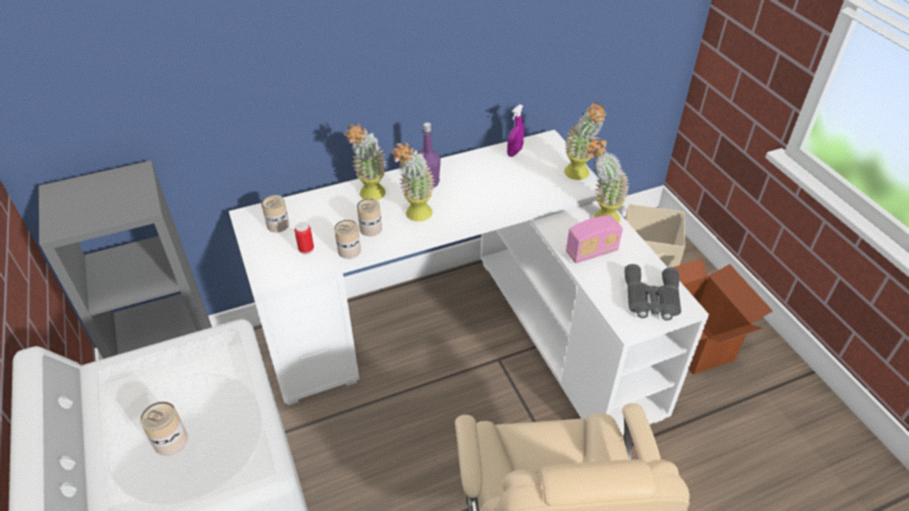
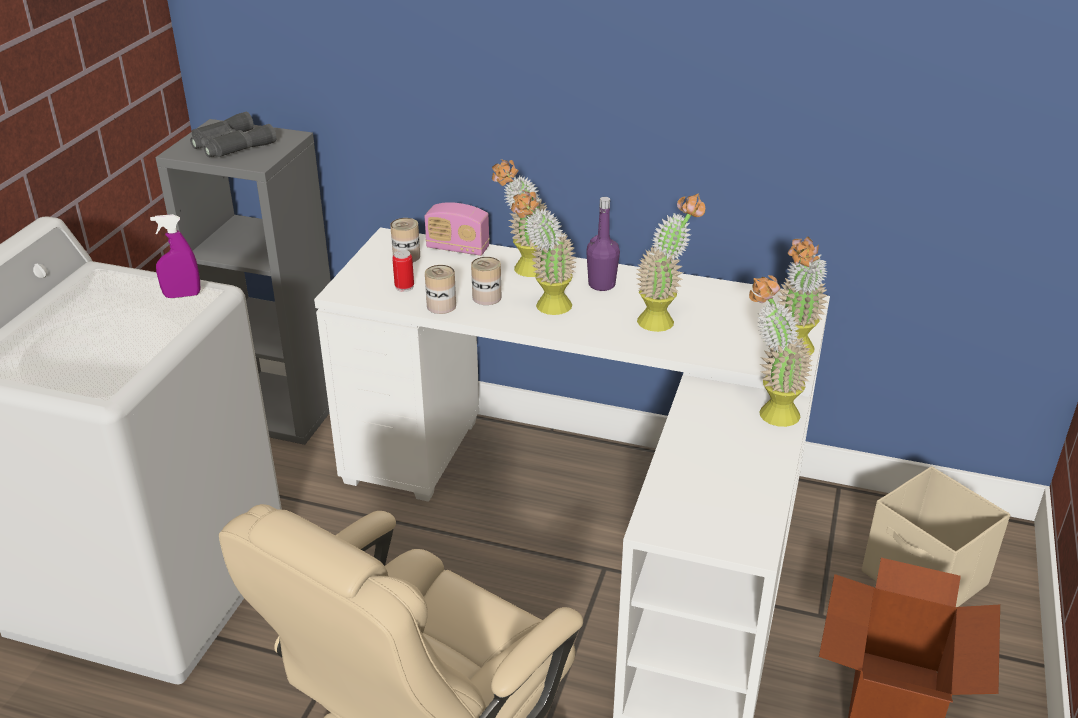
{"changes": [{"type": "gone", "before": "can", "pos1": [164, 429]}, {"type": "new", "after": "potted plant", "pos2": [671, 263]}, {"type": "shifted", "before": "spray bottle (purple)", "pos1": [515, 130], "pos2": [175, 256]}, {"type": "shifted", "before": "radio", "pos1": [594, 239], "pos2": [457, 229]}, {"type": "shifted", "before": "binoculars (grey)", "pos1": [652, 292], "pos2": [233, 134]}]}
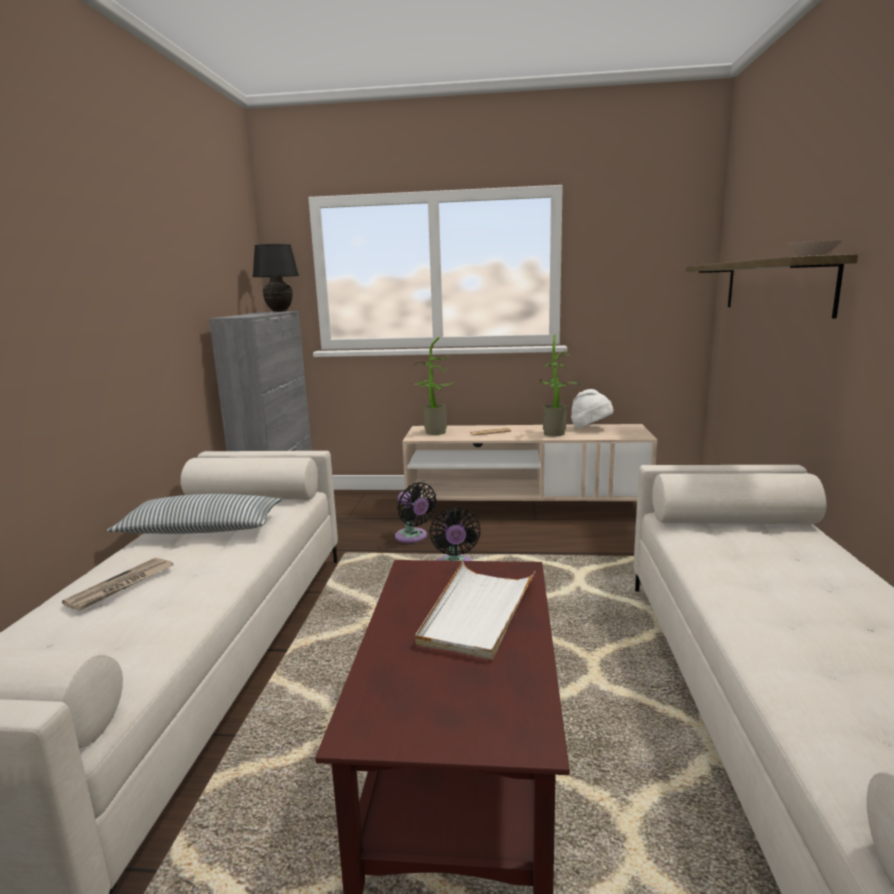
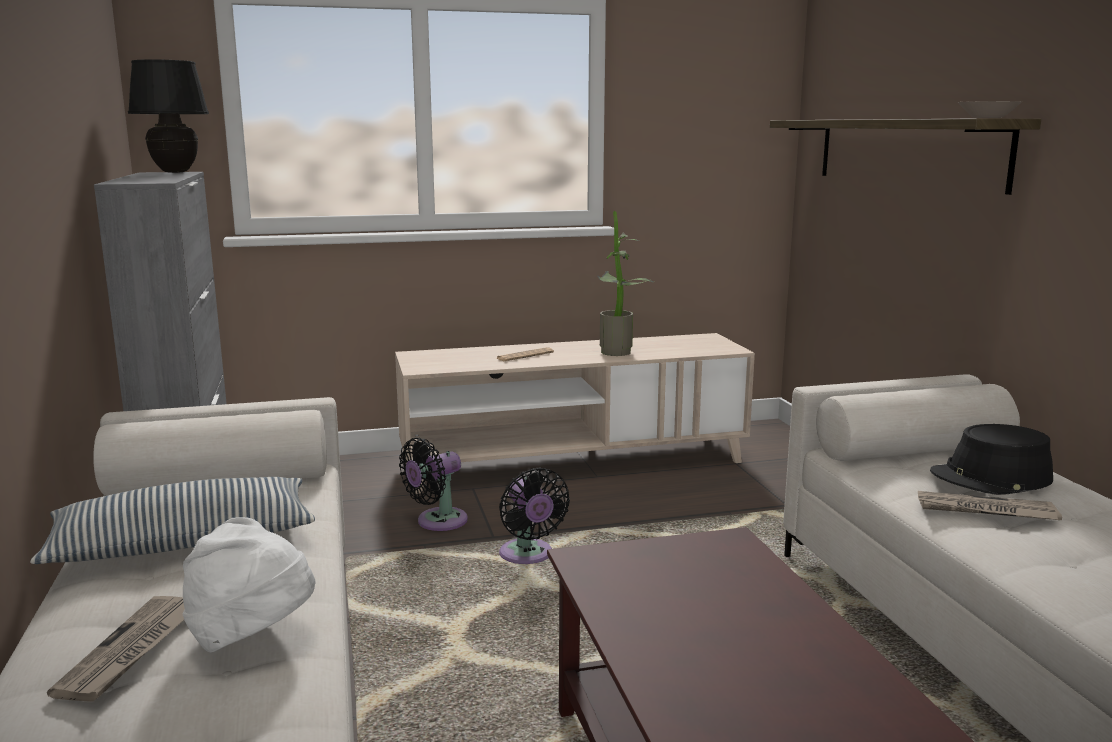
{"changes": [{"type": "gone", "before": "potted plant", "pos1": [432, 386]}, {"type": "gone", "before": "tray (white)", "pos1": [475, 610]}, {"type": "new", "after": "newspaper", "pos2": [990, 505]}, {"type": "new", "after": "hat (black)", "pos2": [991, 459]}, {"type": "shifted", "before": "hat (white)", "pos1": [592, 408], "pos2": [249, 584]}, {"type": "rotated", "before": "fan (black)", "pos1": [416, 512], "pos2": [433, 484], "turn": 105}]}
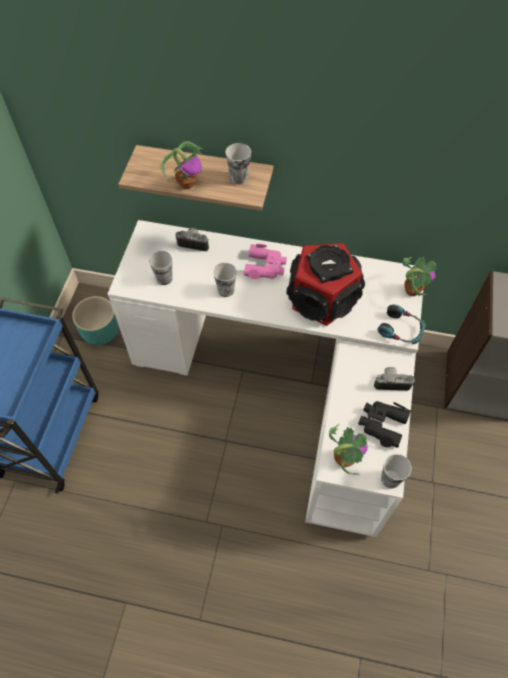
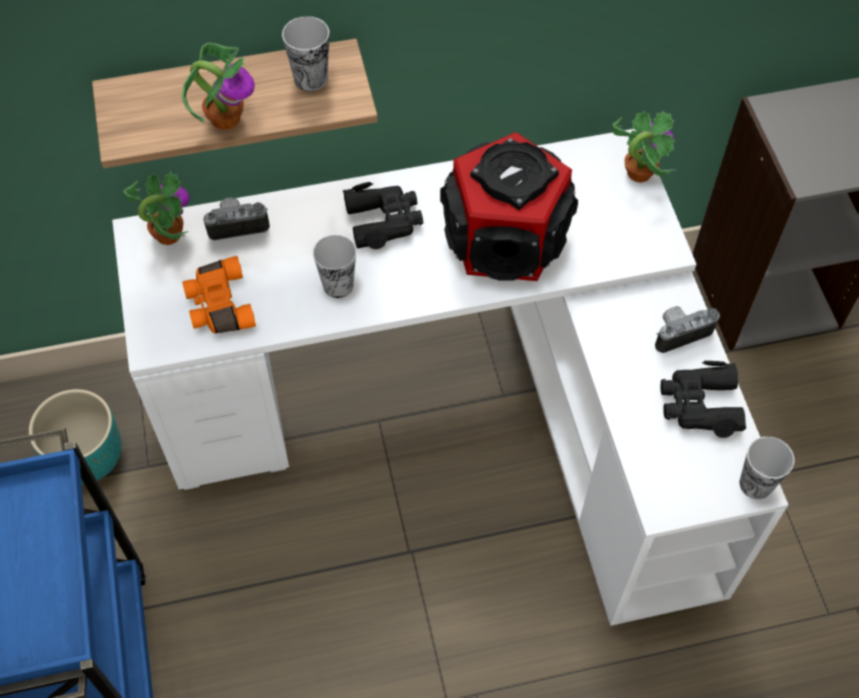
{"changes": [{"type": "gone", "before": "headphones", "pos1": [401, 324]}, {"type": "shifted", "before": "potted plant", "pos1": [348, 449], "pos2": [156, 208]}, {"type": "swapped", "before": "cup", "after": "binoculars (orange)", "pos1": [160, 268], "pos2": [219, 294]}, {"type": "repainted", "before": "binoculars (pink)", "after": "binoculars (black)", "pos1": [265, 262], "pos2": [383, 215]}]}
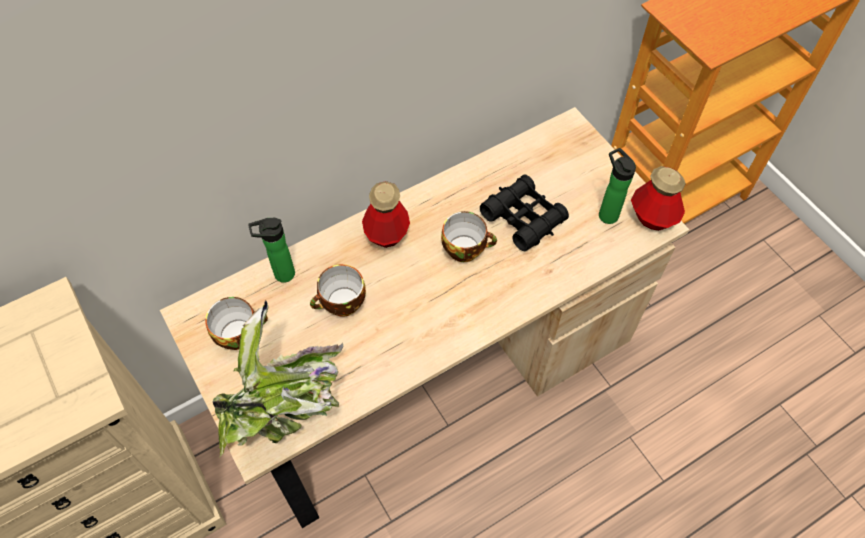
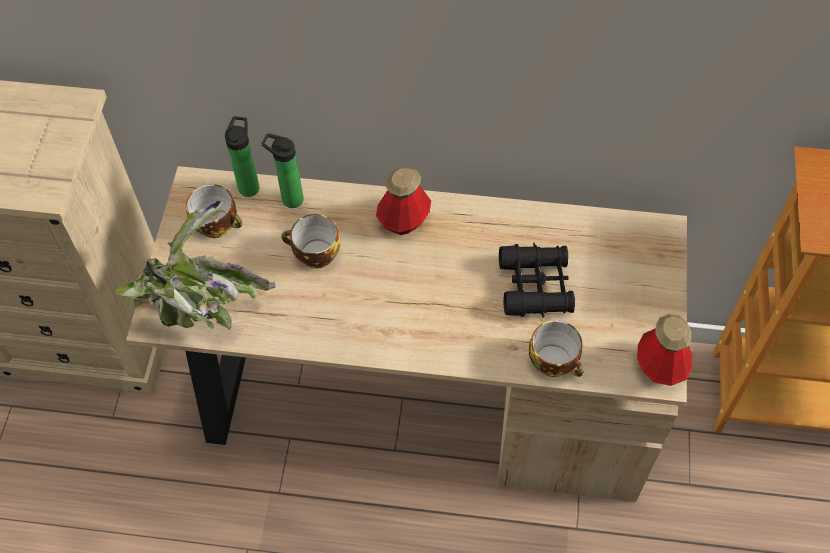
{"changes": [{"type": "shifted", "before": "cup", "pos1": [469, 236], "pos2": [556, 348]}, {"type": "shifted", "before": "bottle", "pos1": [617, 186], "pos2": [242, 156]}]}
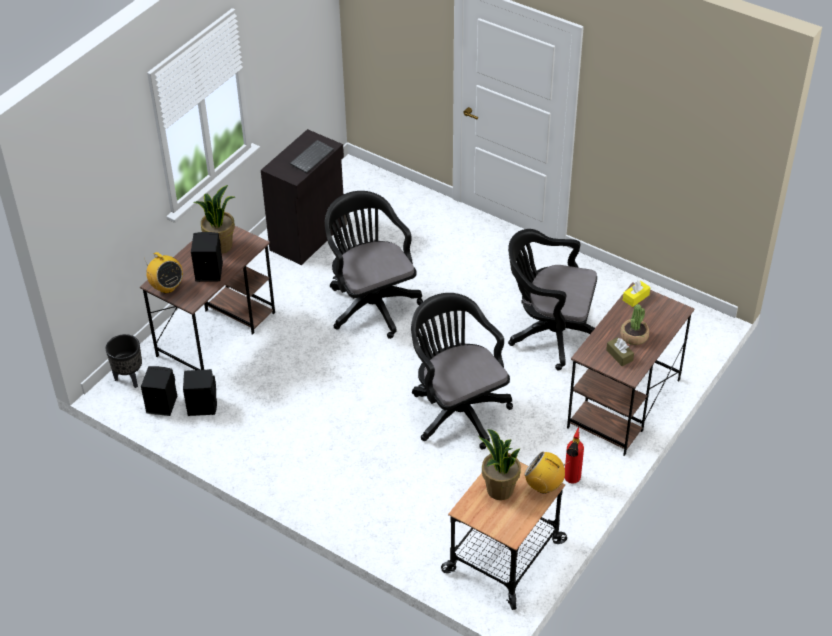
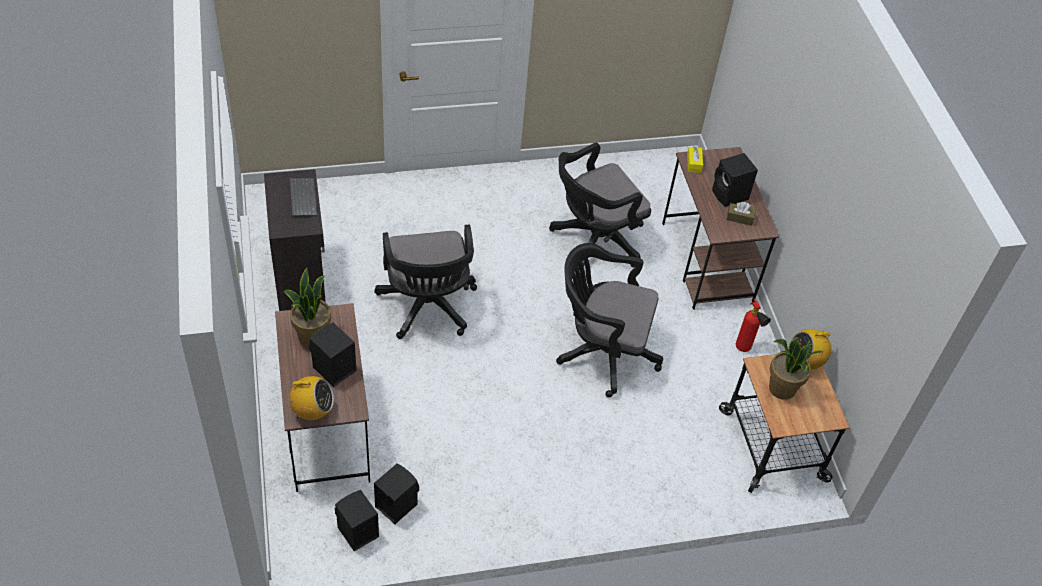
{"changes": [{"type": "gone", "before": "planter (black)", "pos1": [124, 361]}, {"type": "swapped", "before": "potted plant", "after": "speaker (black)", "pos1": [634, 324], "pos2": [735, 180]}, {"type": "rotated", "before": "office chair (black)", "pos1": [374, 265], "pos2": [425, 281], "turn": -120}]}
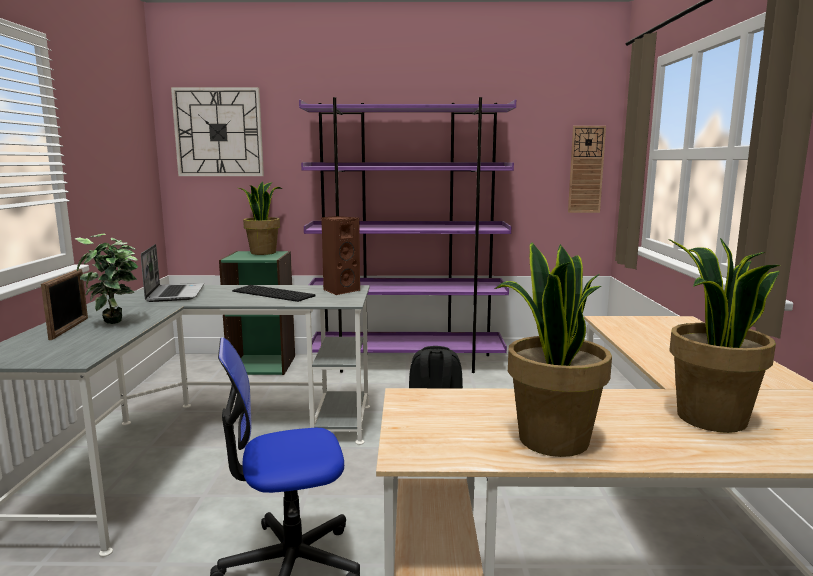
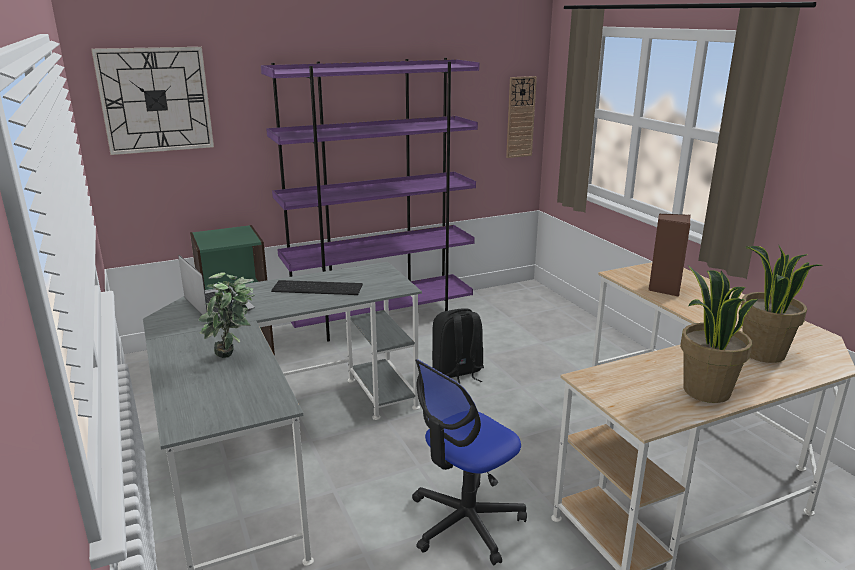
{"changes": [{"type": "gone", "before": "picture frame", "pos1": [64, 304]}, {"type": "gone", "before": "potted plant", "pos1": [261, 218]}, {"type": "shifted", "before": "speaker (brown)", "pos1": [340, 255], "pos2": [669, 255]}]}
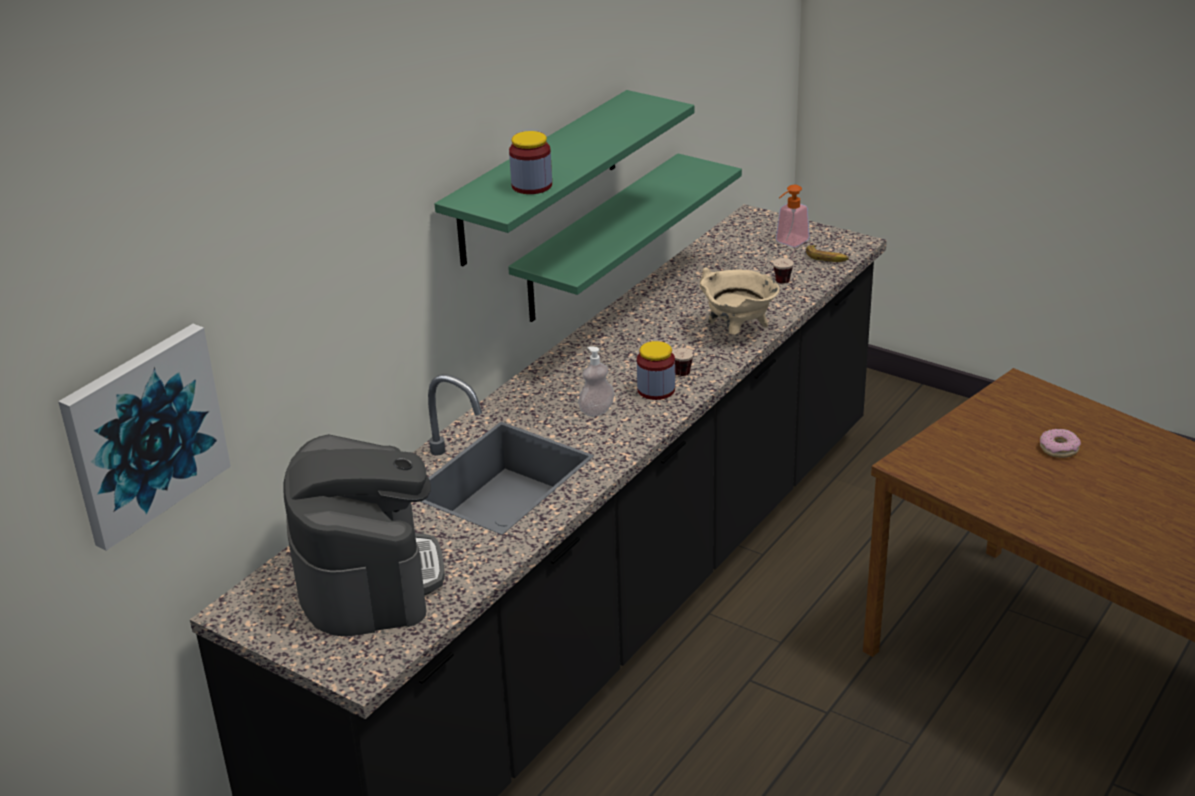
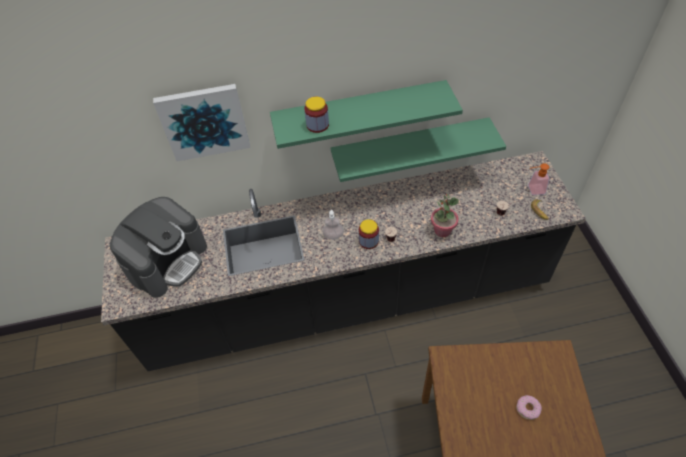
{"changes": [{"type": "shifted", "before": "picture", "pos1": [144, 437], "pos2": [202, 122]}, {"type": "swapped", "before": "cooking pot (beige)", "after": "potted plant", "pos1": [740, 301], "pos2": [445, 215]}]}
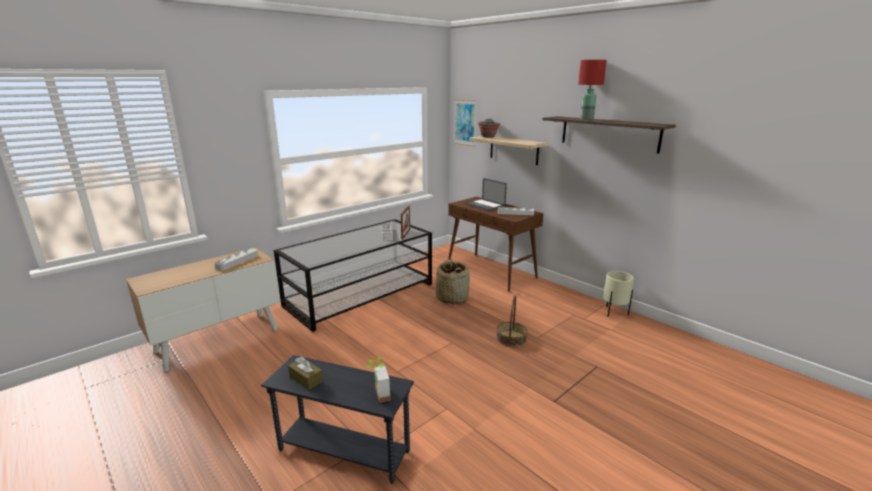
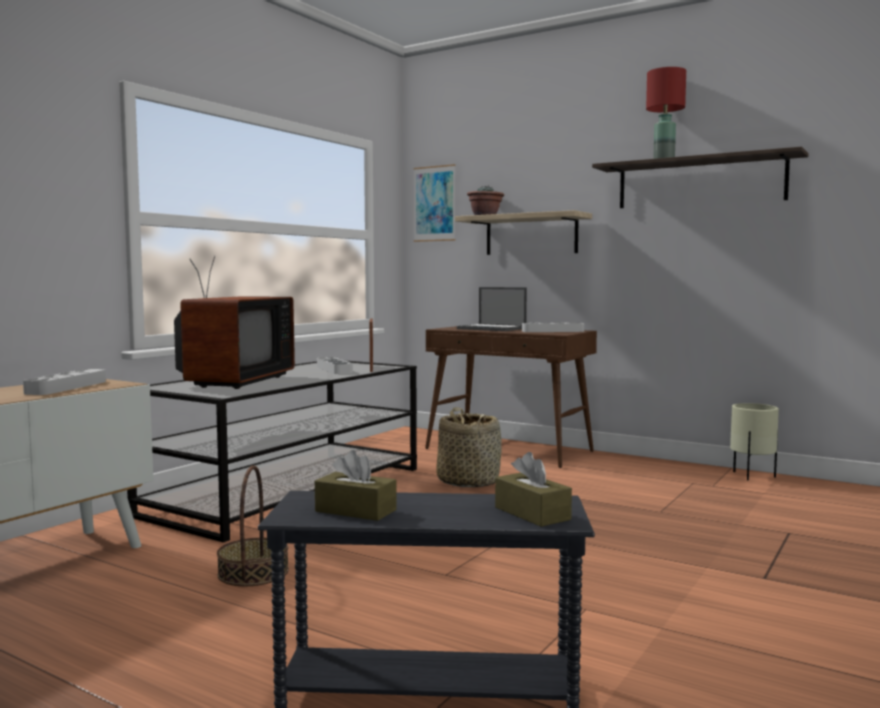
{"changes": [{"type": "new", "after": "television", "pos2": [234, 322]}, {"type": "shifted", "before": "basket", "pos1": [511, 321], "pos2": [253, 525]}, {"type": "swapped", "before": "potted plant", "after": "tissue box (brown)", "pos1": [378, 380], "pos2": [533, 489]}]}
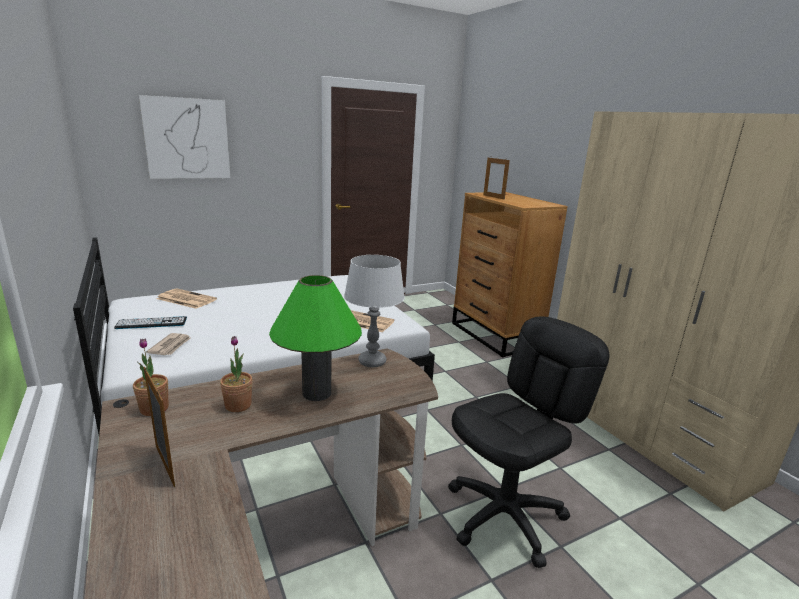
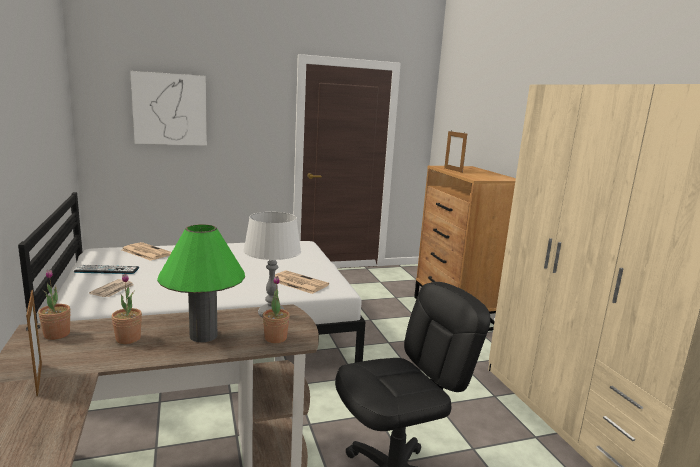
{"changes": [{"type": "new", "after": "potted plant", "pos2": [276, 309]}]}
